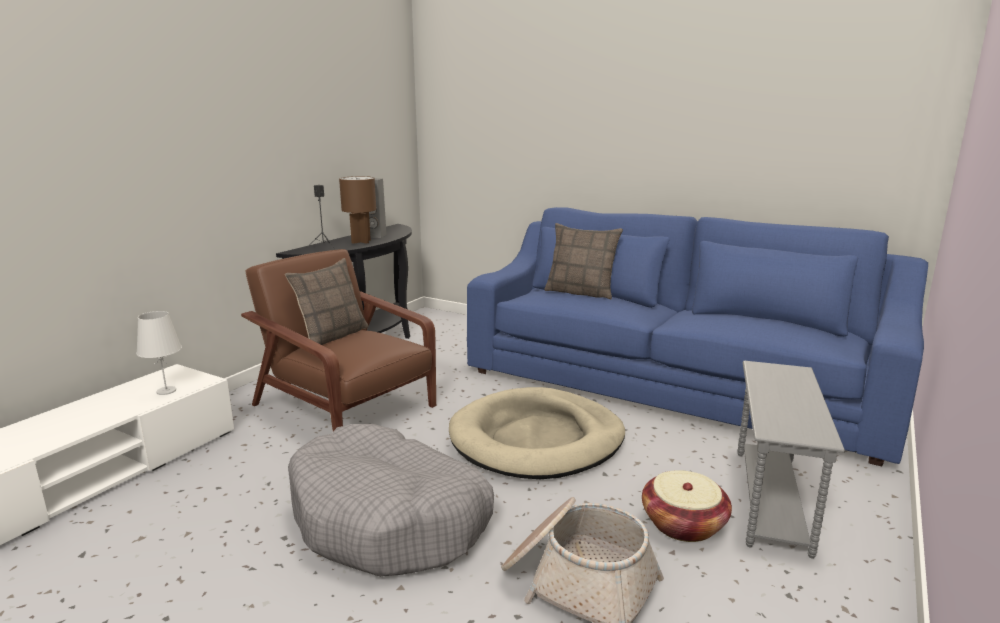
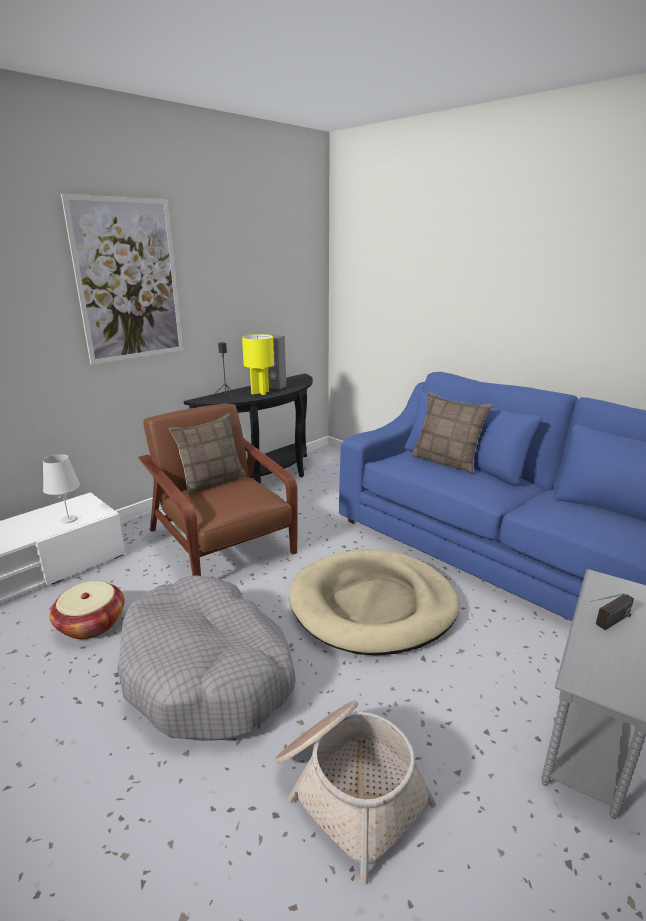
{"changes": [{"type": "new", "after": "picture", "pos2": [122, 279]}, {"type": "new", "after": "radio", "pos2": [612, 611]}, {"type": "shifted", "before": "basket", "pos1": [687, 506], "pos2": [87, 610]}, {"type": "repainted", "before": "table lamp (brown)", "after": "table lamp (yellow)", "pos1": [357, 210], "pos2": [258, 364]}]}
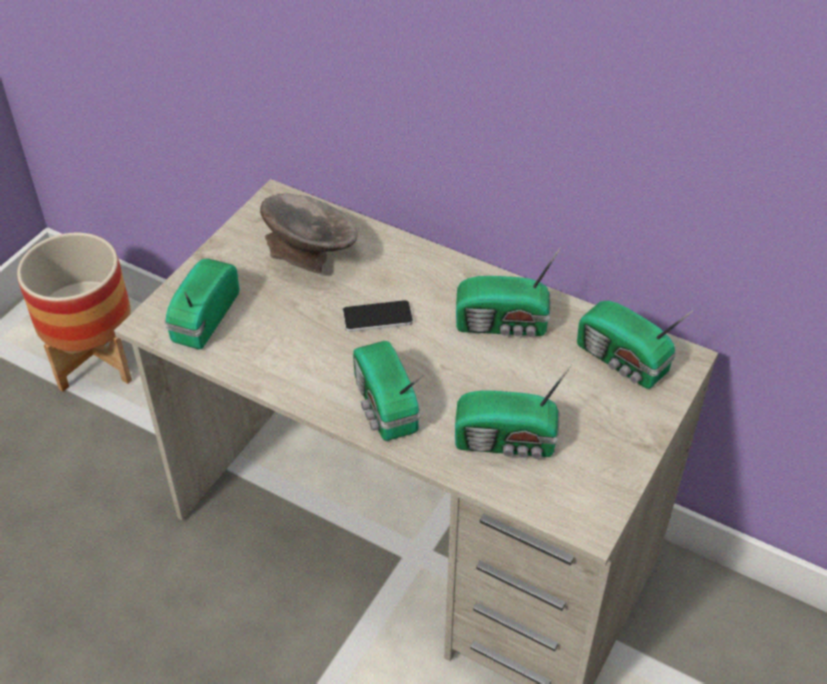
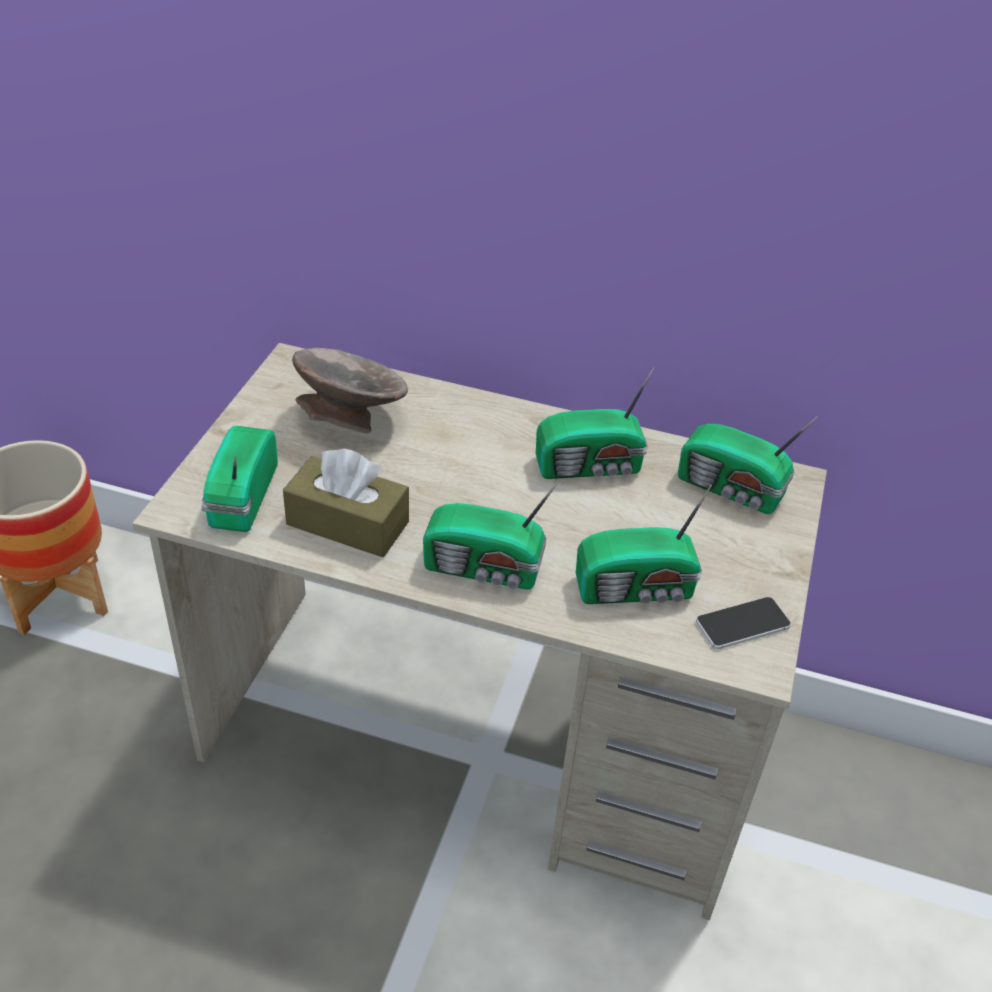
{"changes": [{"type": "new", "after": "tissue box (brown)", "pos2": [346, 502]}, {"type": "shifted", "before": "phone", "pos1": [377, 316], "pos2": [743, 623]}, {"type": "rotated", "before": "radio", "pos1": [388, 391], "pos2": [491, 534], "turn": -45}]}
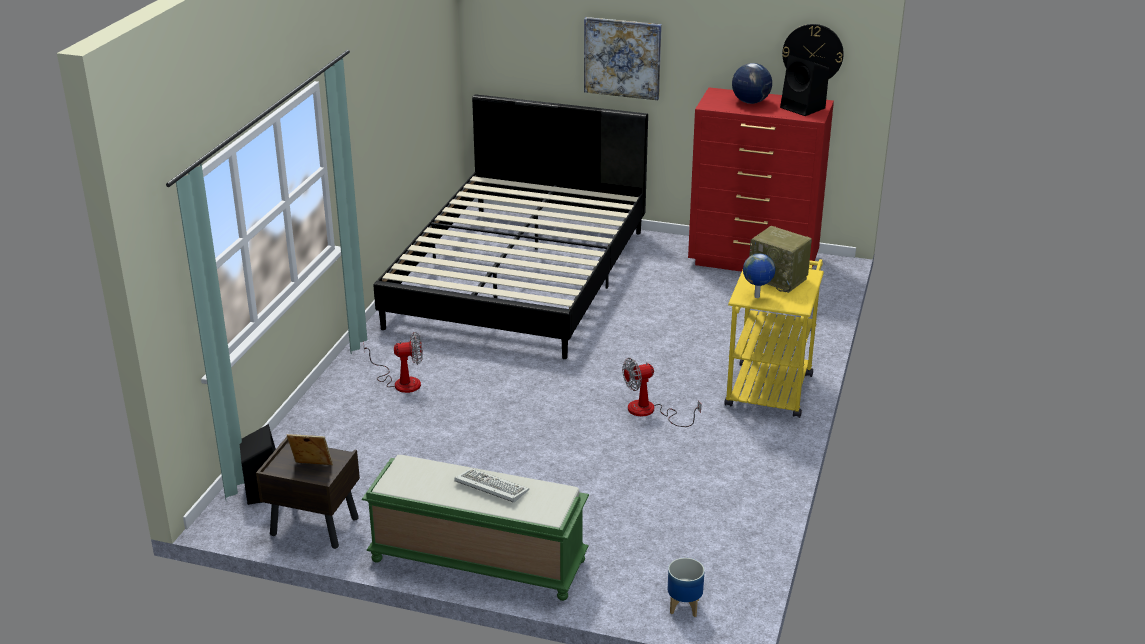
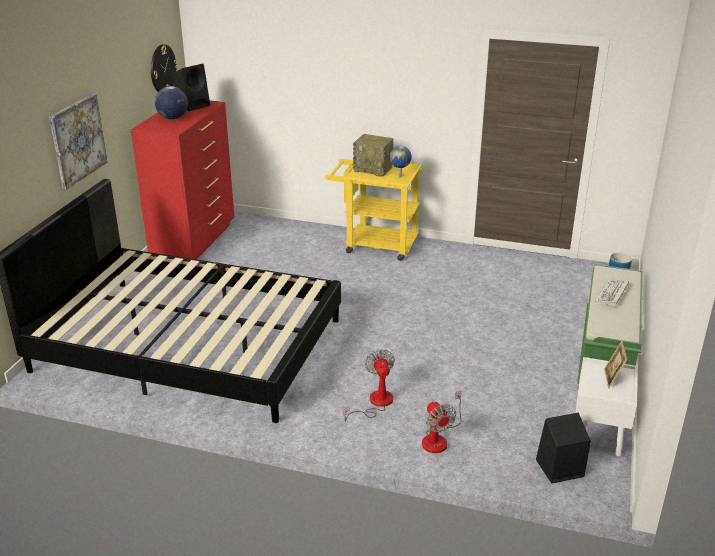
{"changes": [{"type": "shifted", "before": "fan", "pos1": [661, 392], "pos2": [441, 422]}, {"type": "repainted", "before": "nightstand (brown)", "after": "nightstand (white)", "pos1": [308, 493], "pos2": [606, 407]}, {"type": "rotated", "before": "radio", "pos1": [780, 259], "pos2": [373, 155], "turn": 75}]}
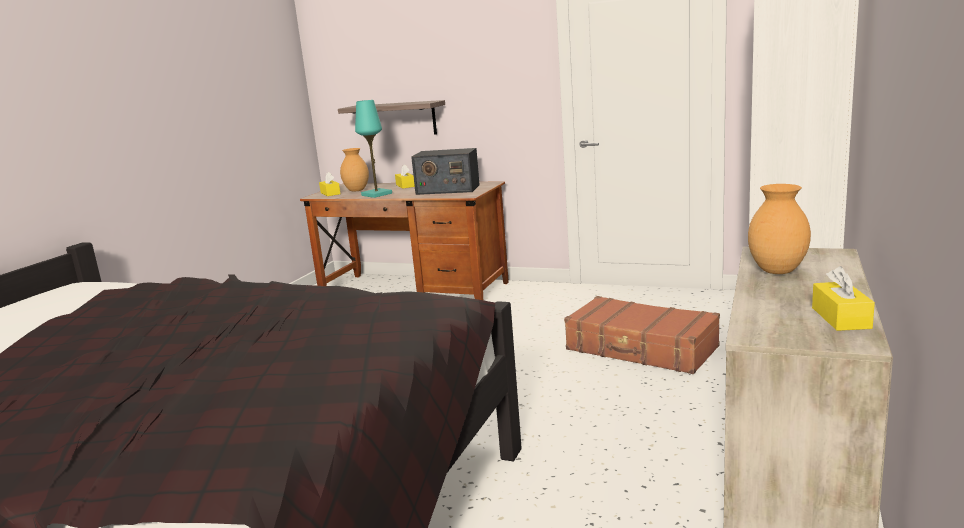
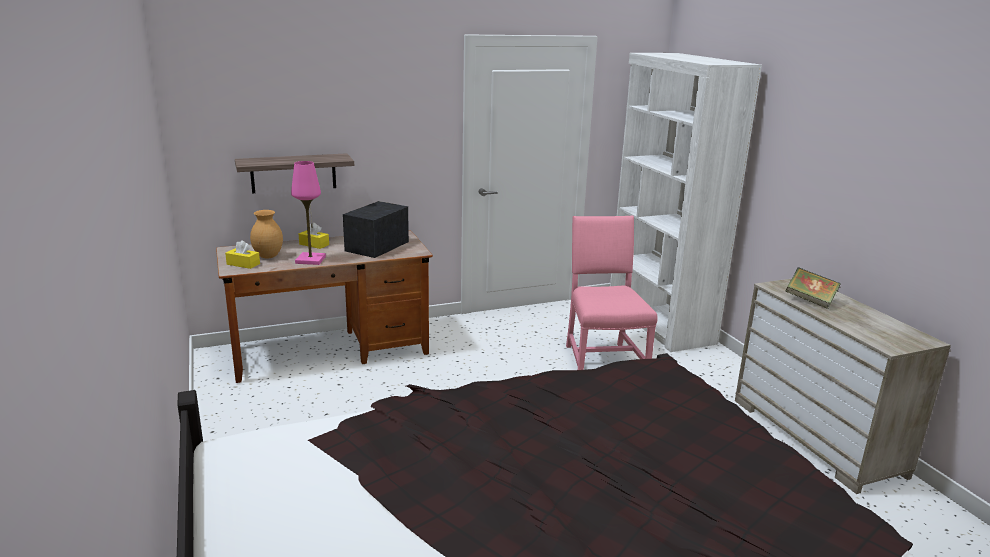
{"changes": [{"type": "gone", "before": "tissue box (yellow)", "pos1": [843, 298]}, {"type": "swapped", "before": "suitcase (brown)", "after": "chair (pink)", "pos1": [642, 335], "pos2": [612, 293]}, {"type": "swapped", "before": "vase (brown)", "after": "book", "pos1": [779, 229], "pos2": [813, 288]}, {"type": "repainted", "before": "table lamp (turquoise)", "after": "table lamp (pink)", "pos1": [373, 149], "pos2": [308, 213]}, {"type": "rotated", "before": "radio", "pos1": [445, 171], "pos2": [376, 229], "turn": 150}]}
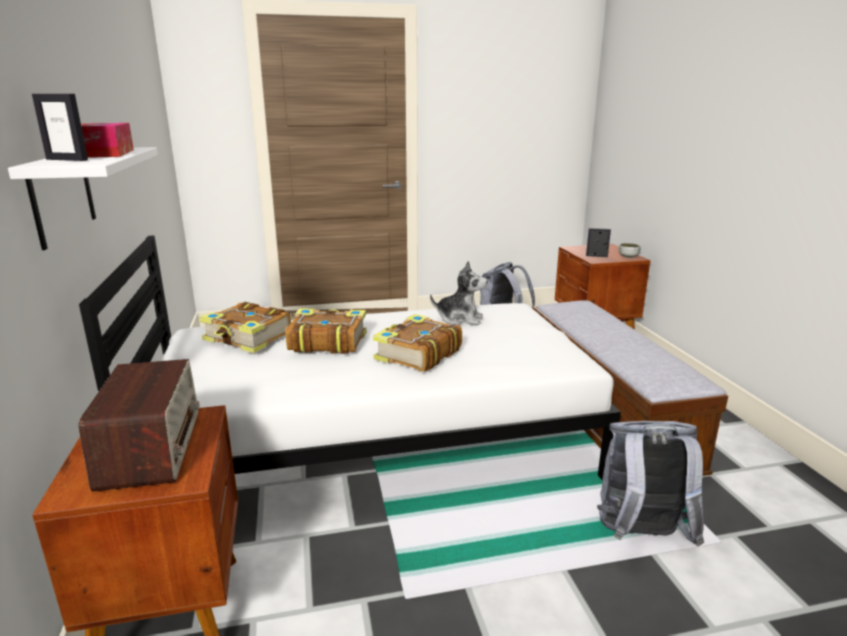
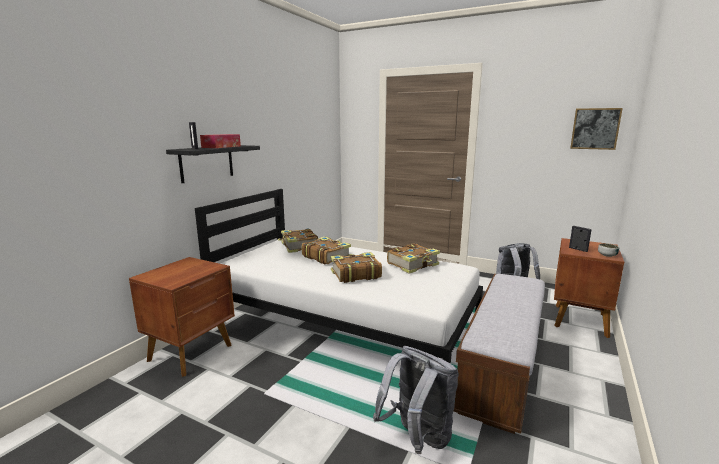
{"changes": [{"type": "gone", "before": "radio", "pos1": [139, 425]}, {"type": "new", "after": "picture", "pos2": [596, 129]}, {"type": "swapped", "before": "plush toy", "after": "book", "pos1": [458, 293], "pos2": [413, 258]}, {"type": "repainted", "before": "shelf (white)", "after": "shelf (black)", "pos1": [83, 198], "pos2": [213, 164]}]}
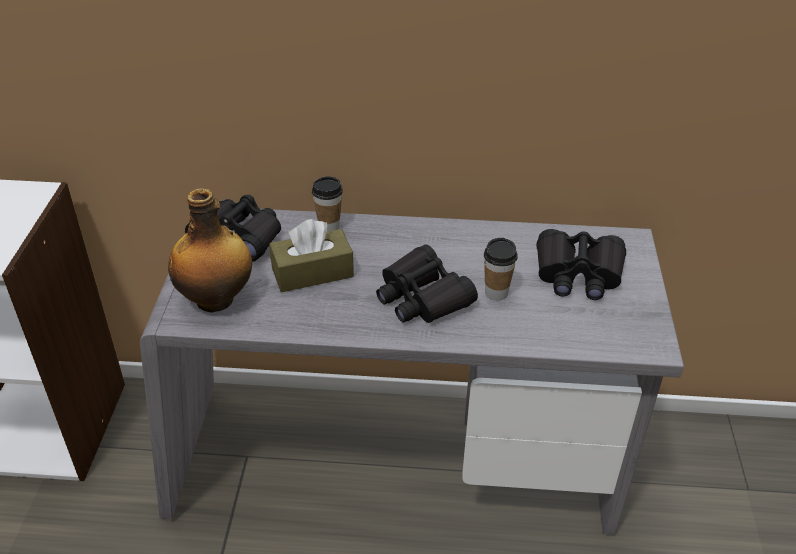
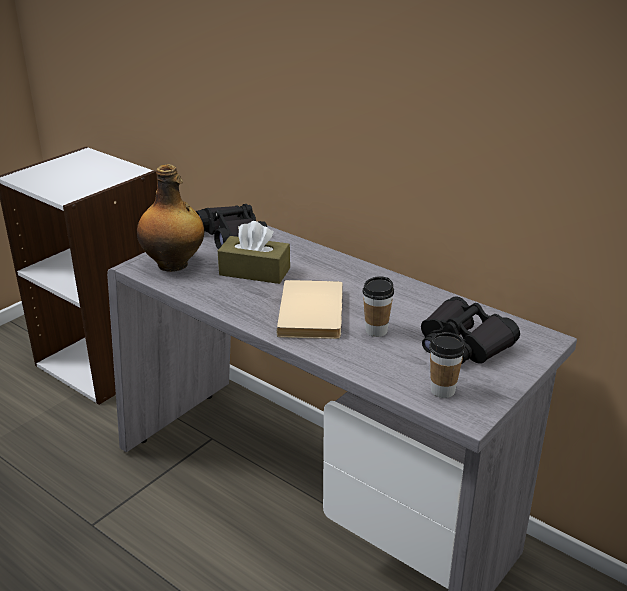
{"changes": [{"type": "shifted", "before": "cup", "pos1": [327, 204], "pos2": [447, 365]}, {"type": "swapped", "before": "binoculars (black)", "after": "book (beige)", "pos1": [427, 283], "pos2": [309, 309]}]}
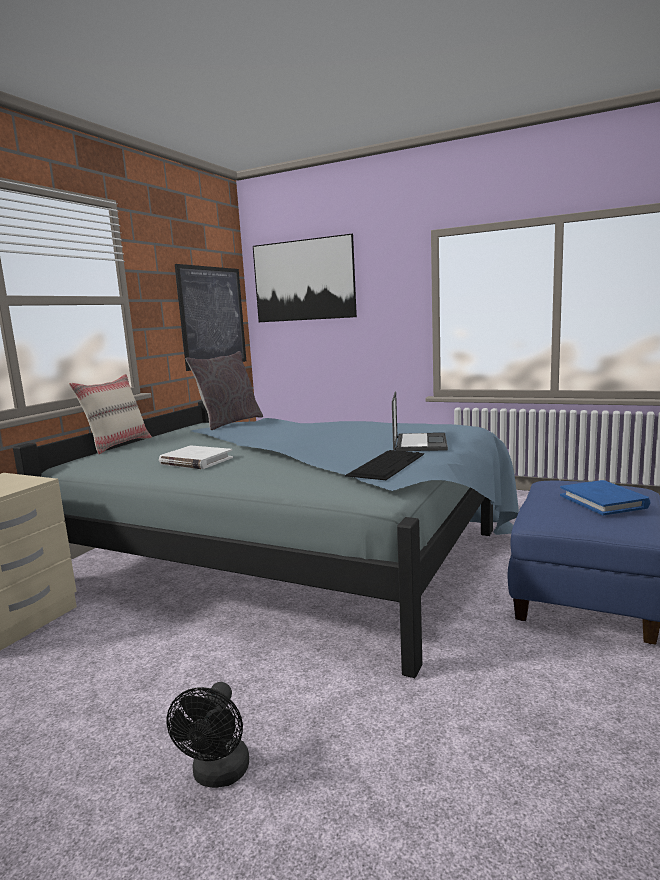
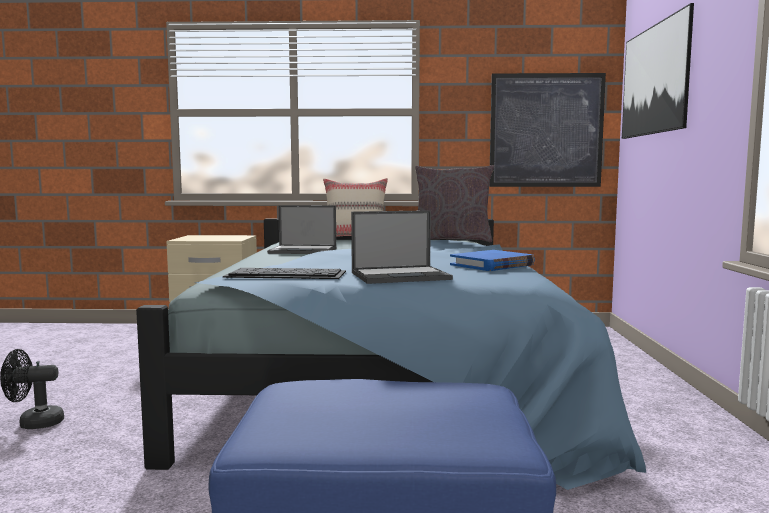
{"changes": [{"type": "shifted", "before": "book (blue)", "pos1": [605, 497], "pos2": [492, 260]}, {"type": "swapped", "before": "book (white)", "after": "laptop", "pos1": [196, 457], "pos2": [301, 229]}]}
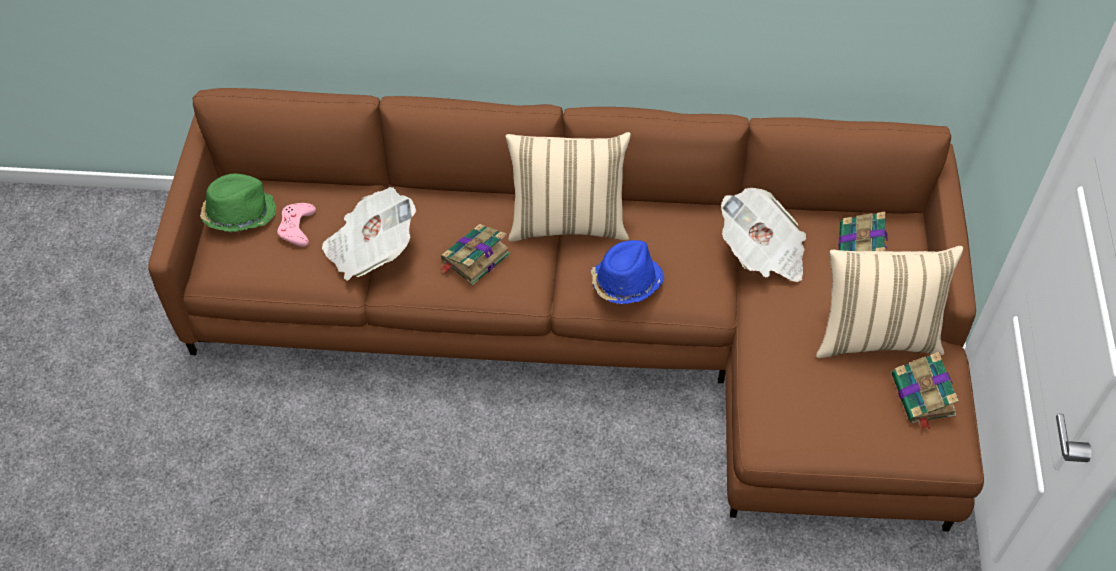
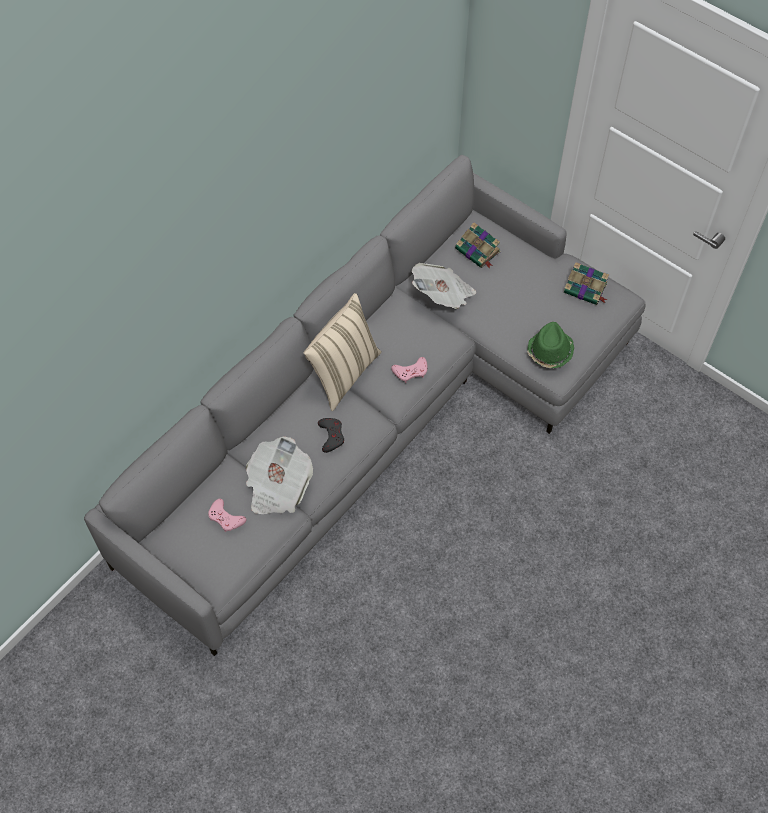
{"changes": [{"type": "gone", "before": "pillow (beige)", "pos1": [889, 302]}, {"type": "shifted", "before": "hat (green)", "pos1": [238, 202], "pos2": [550, 345]}, {"type": "swapped", "before": "book", "after": "game controller (grey)", "pos1": [475, 254], "pos2": [331, 435]}, {"type": "swapped", "before": "hat (blue)", "after": "game controller (pink)", "pos1": [627, 272], "pos2": [409, 370]}, {"type": "repainted", "before": "sofa (brown)", "after": "sofa (grey)", "pos1": [566, 310], "pos2": [365, 405]}]}
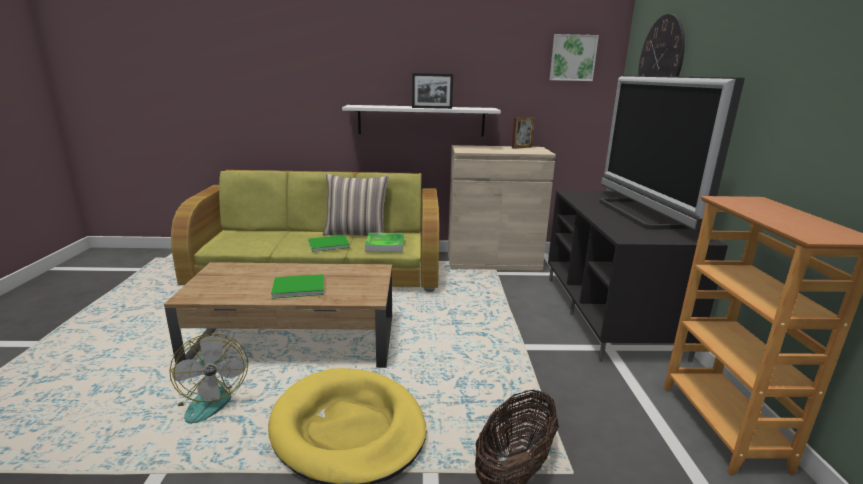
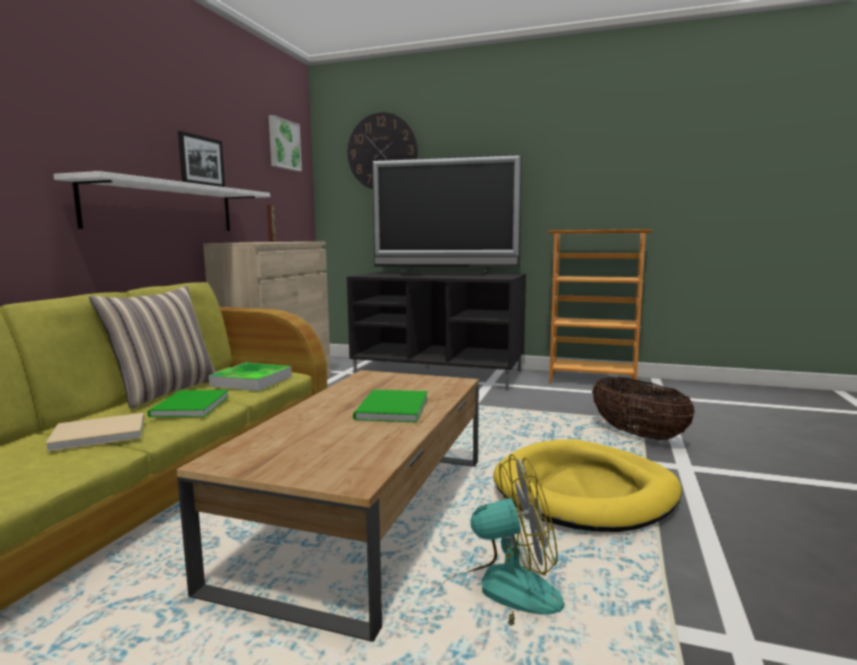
{"changes": [{"type": "new", "after": "book (beige)", "pos2": [94, 432]}]}
